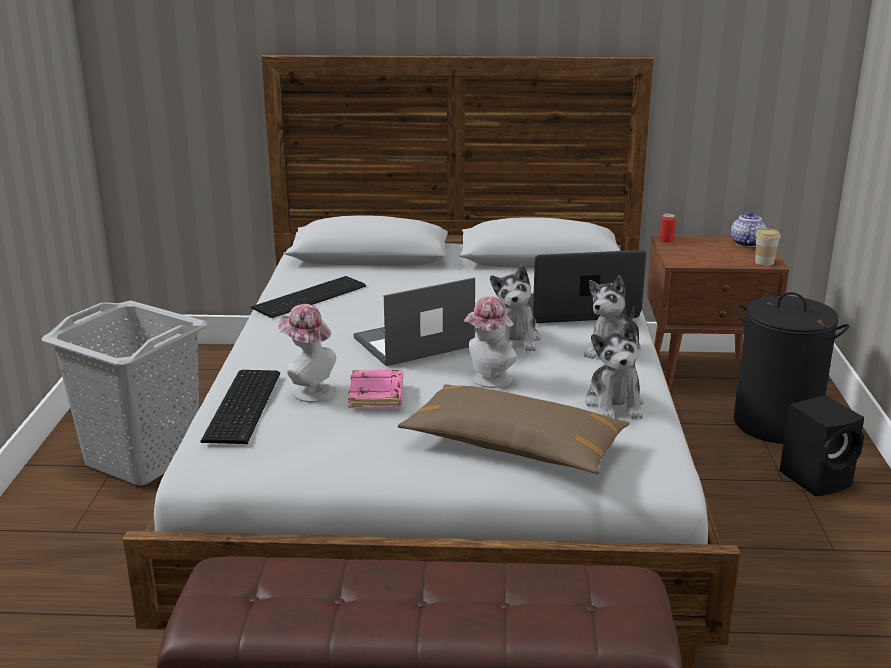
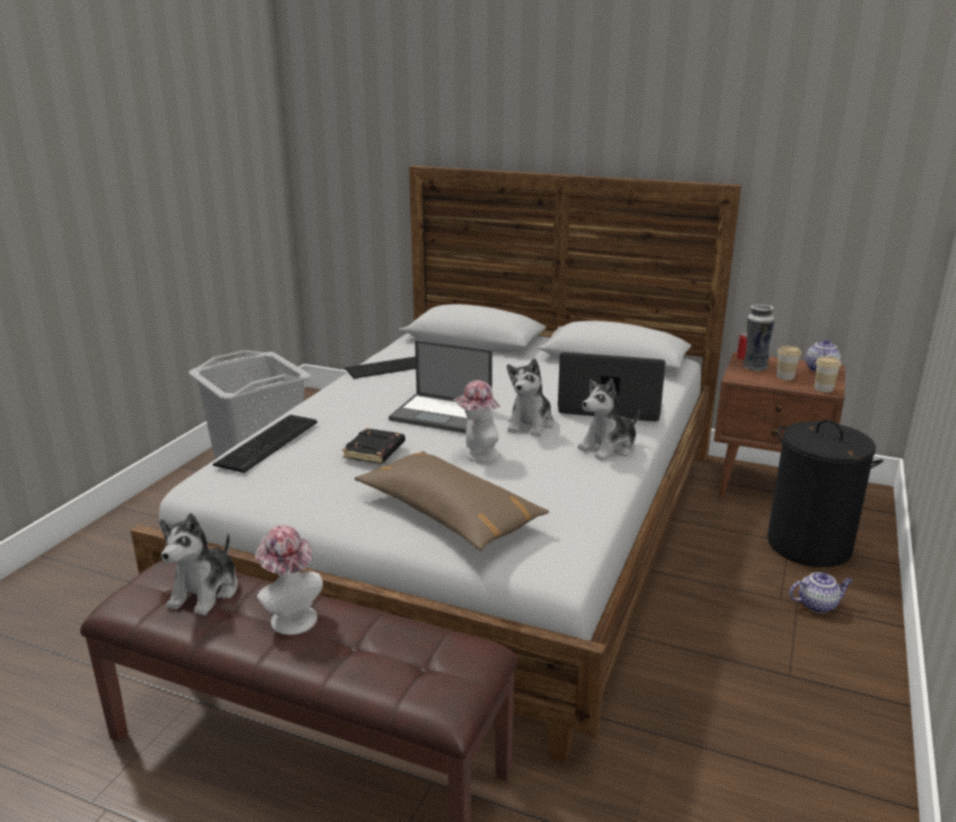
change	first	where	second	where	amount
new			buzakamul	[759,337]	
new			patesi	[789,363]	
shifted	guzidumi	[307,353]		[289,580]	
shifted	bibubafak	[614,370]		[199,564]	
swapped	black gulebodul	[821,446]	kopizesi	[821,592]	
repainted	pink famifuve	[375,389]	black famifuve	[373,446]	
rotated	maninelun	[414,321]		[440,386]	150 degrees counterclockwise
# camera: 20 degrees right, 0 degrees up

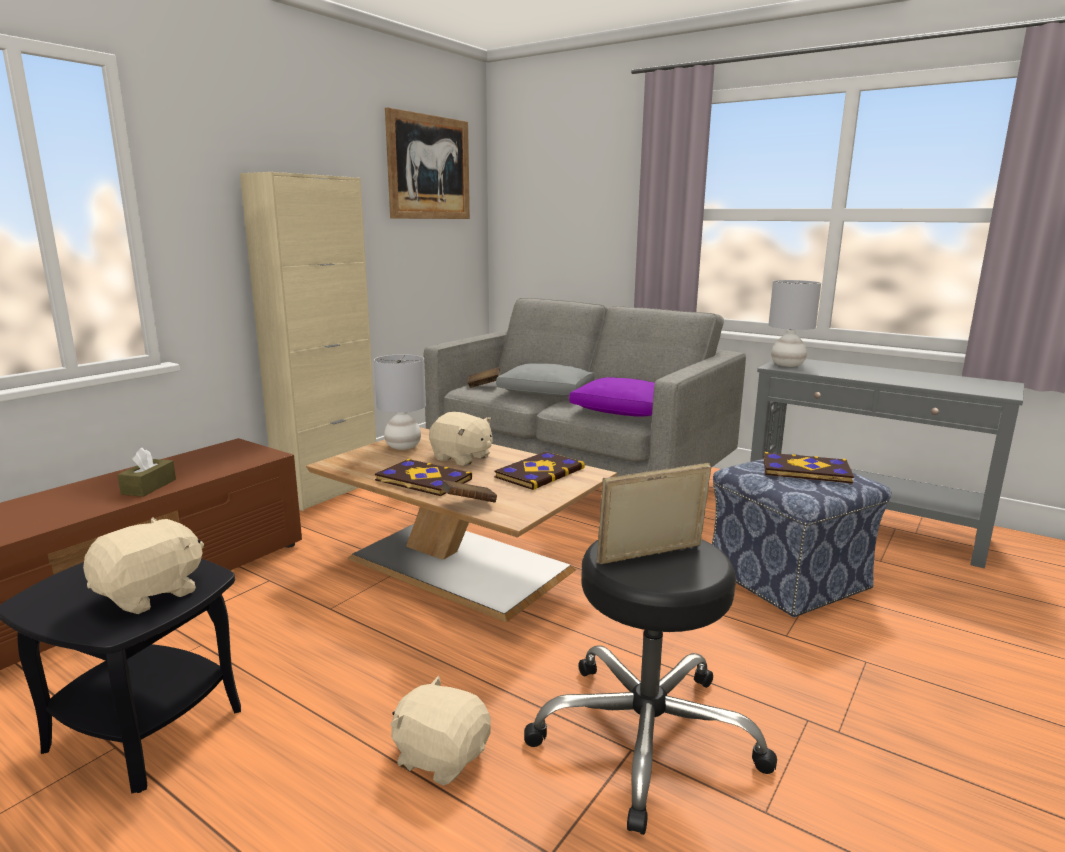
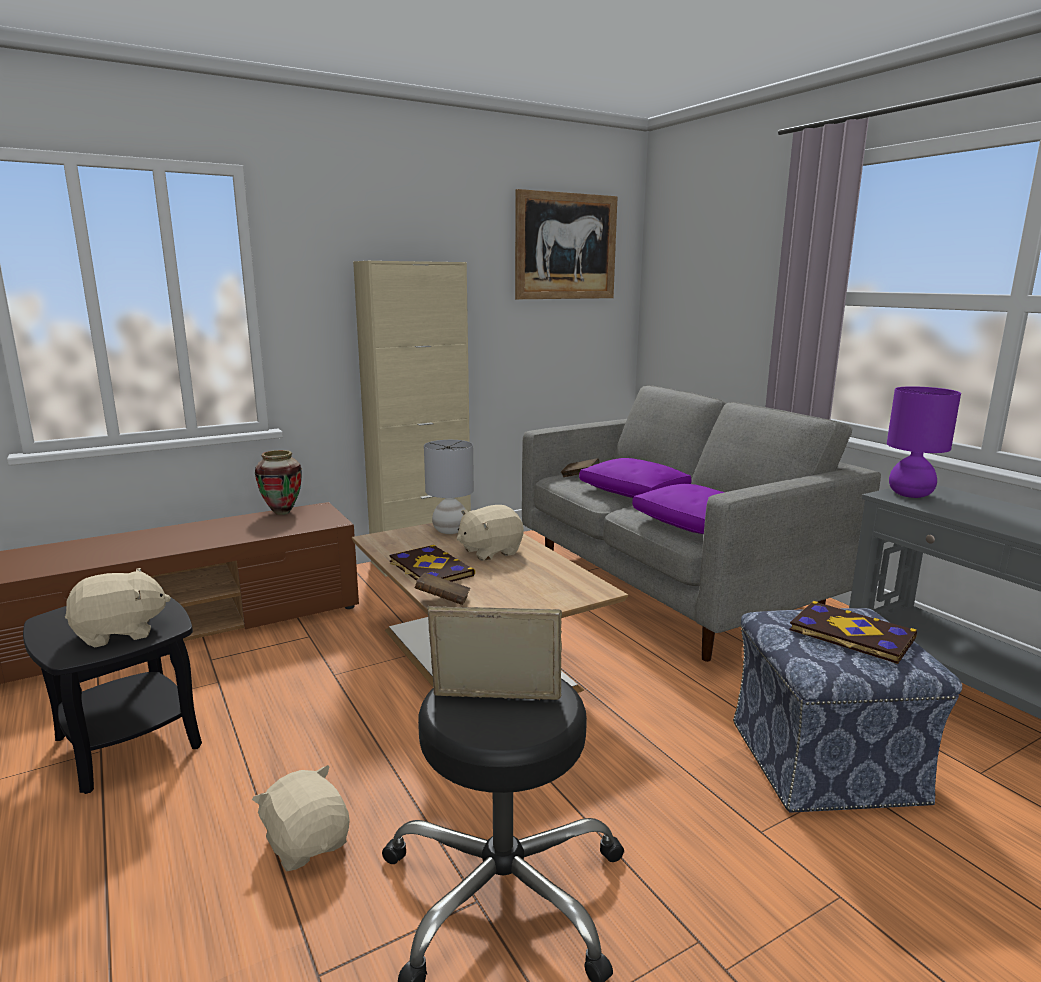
change	first	where	second	where	amount
gone	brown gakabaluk	[147,472]			
gone	famifuve	[540,471]			
new			buzakamul	[278,482]	
repainted	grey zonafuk	[545,380]	purple zonafuk	[635,478]	
repainted	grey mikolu	[794,323]	purple mikolu	[924,442]	
rotated	beige bibubafak	[460,439]		[490,533]	90 degrees clockwise
# camera: 25 degrees right, 0 degrees up

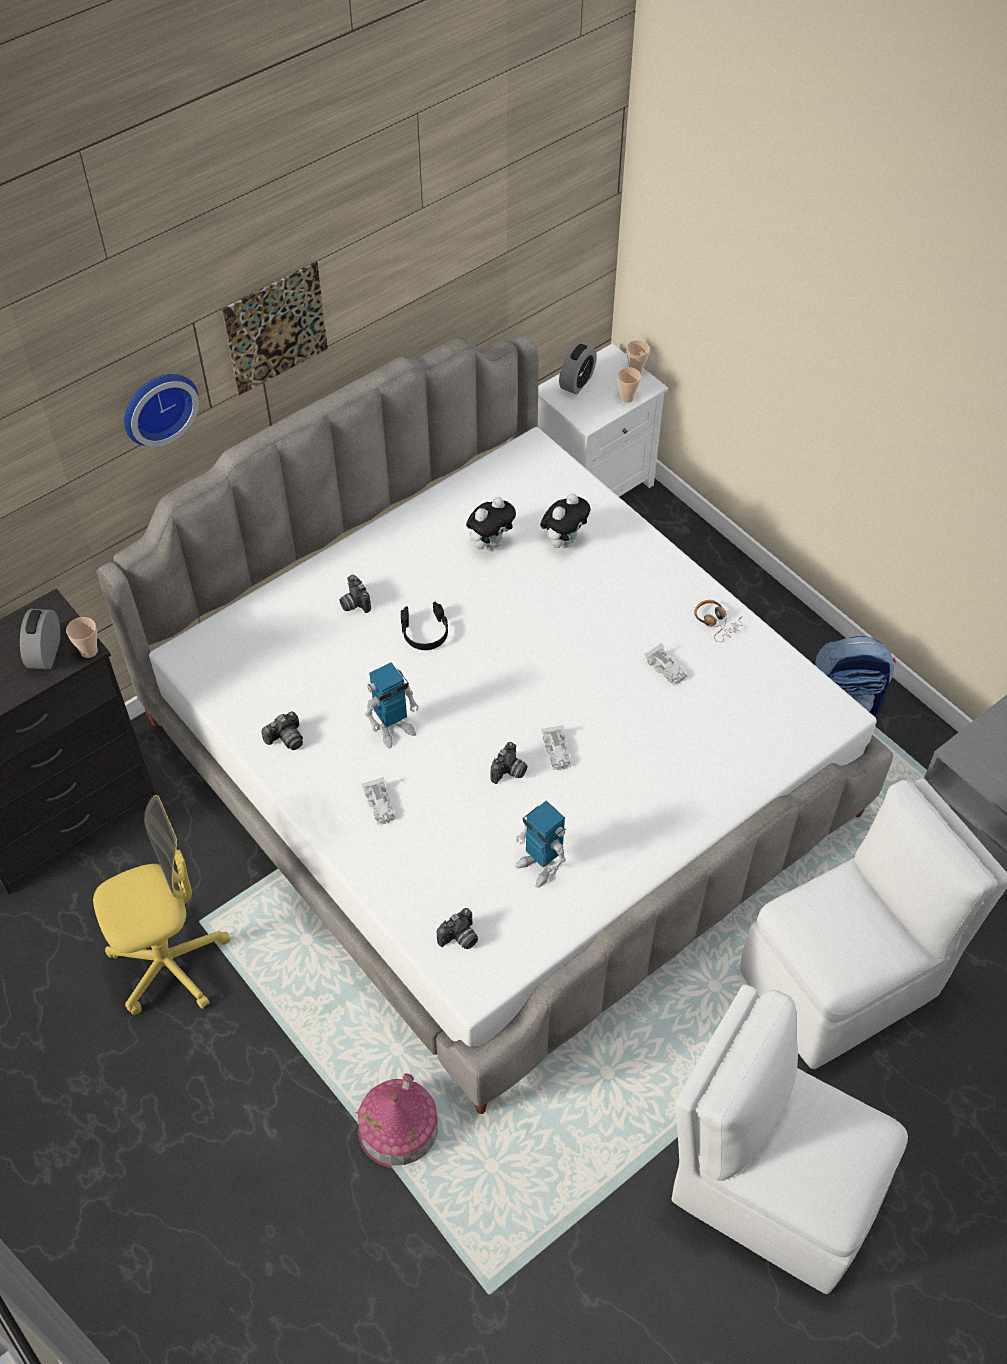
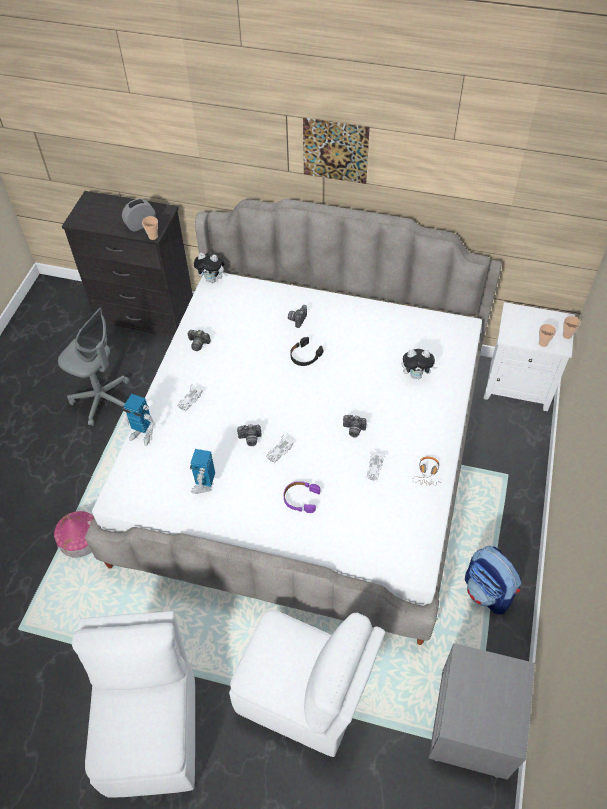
change	first	where	second	where	amount
gone	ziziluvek	[161,410]			
gone	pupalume	[578,369]			
new			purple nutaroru	[302,497]	
shifted	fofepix	[392,705]		[138,420]	
shifted	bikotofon	[457,928]		[355,426]	
shifted	bibubafak	[491,524]		[210,268]	
repainted	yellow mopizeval	[161,905]	grey mopizeval	[94,366]	
# camera: 55 degrees right, 0 degrees up

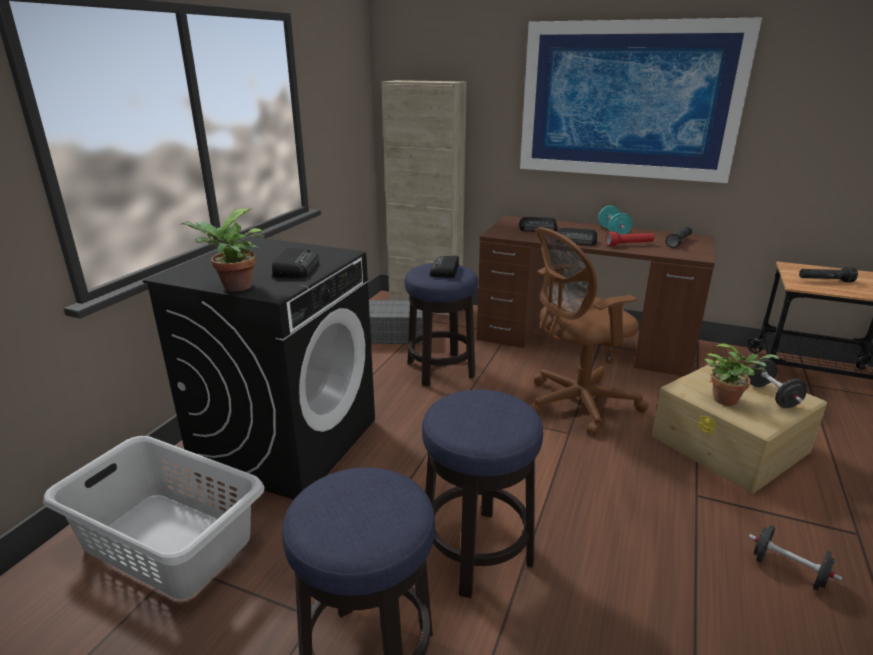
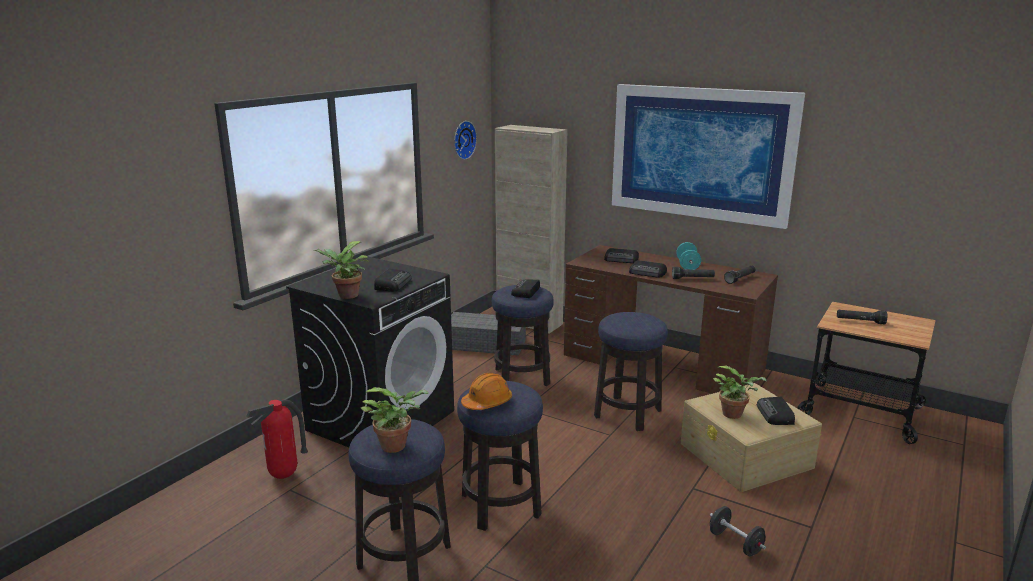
change	first	where	second	where	amount
new			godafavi	[395,420]	
new			ziziluvek	[465,140]	
new			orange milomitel	[486,391]	
swapped	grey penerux	[154,517]	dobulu	[277,439]	
swapped	brown mopizeval	[589,331]	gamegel	[631,371]	
swapped	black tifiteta	[778,383]	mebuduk	[776,411]	
repainted	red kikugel	[630,239]	black kikugel	[693,273]	
# camera: 10 degrees right, 5 degrees down

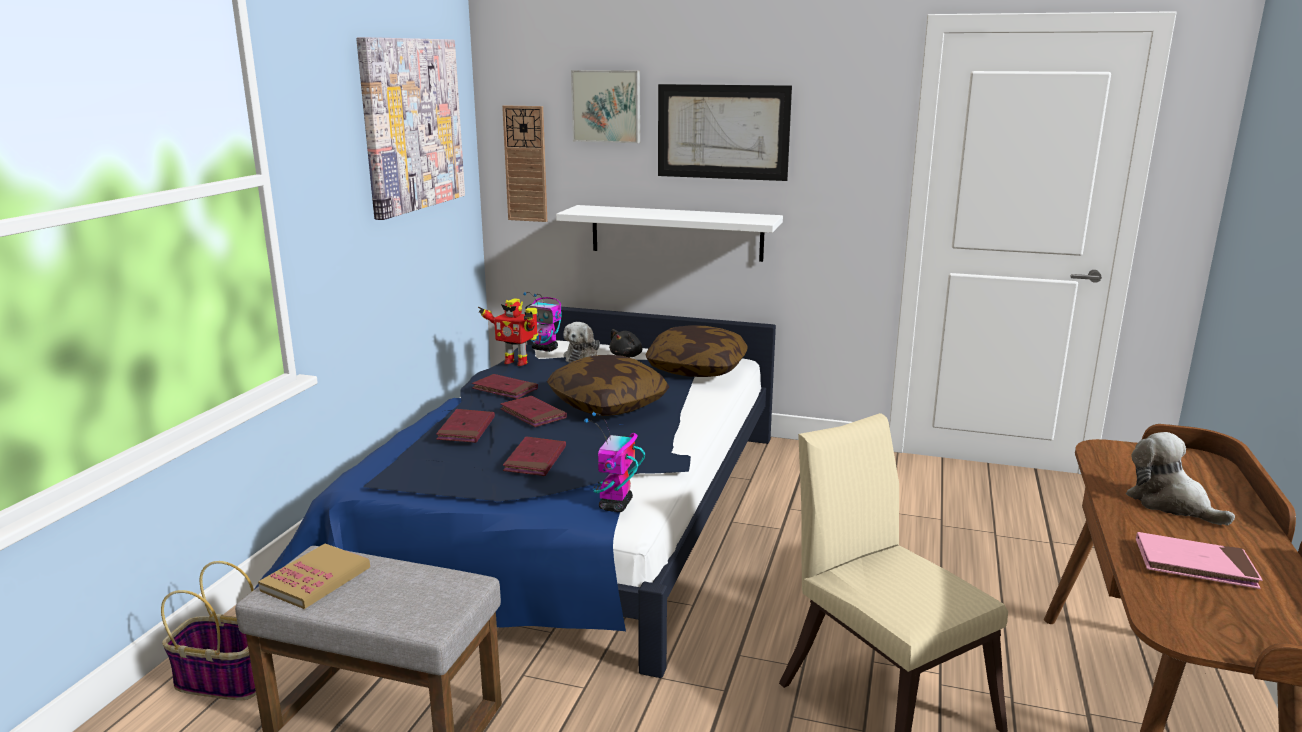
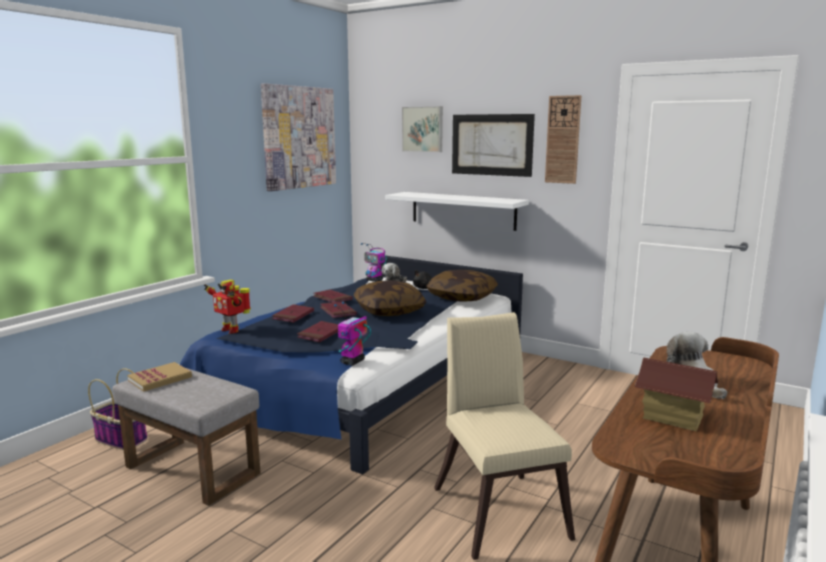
change	first	where	second	where	amount
shifted	fofepix	[508,332]		[227,307]	
shifted	ziziluvek	[524,163]		[563,139]	
swapped	pink famifuve	[1199,560]	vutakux	[676,394]	
# camera: 15 degrees right, 5 degrees down

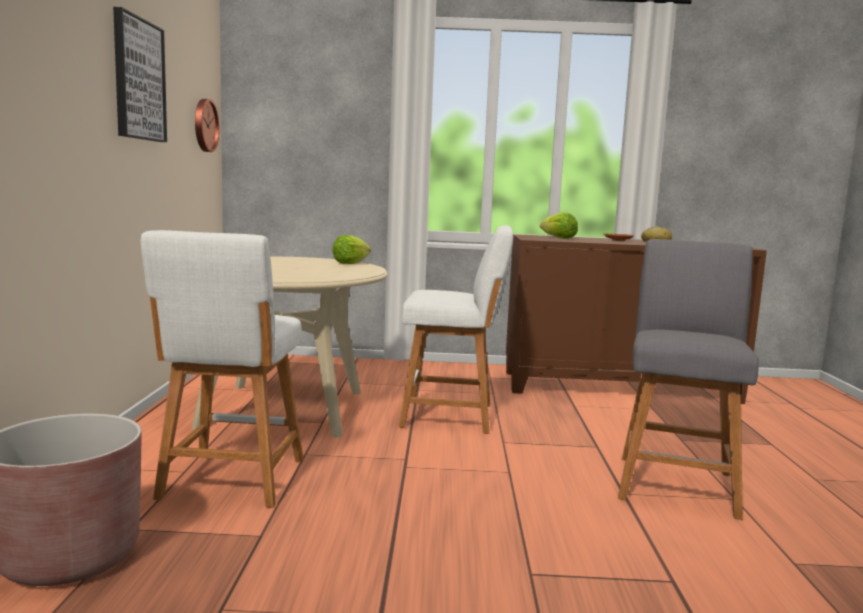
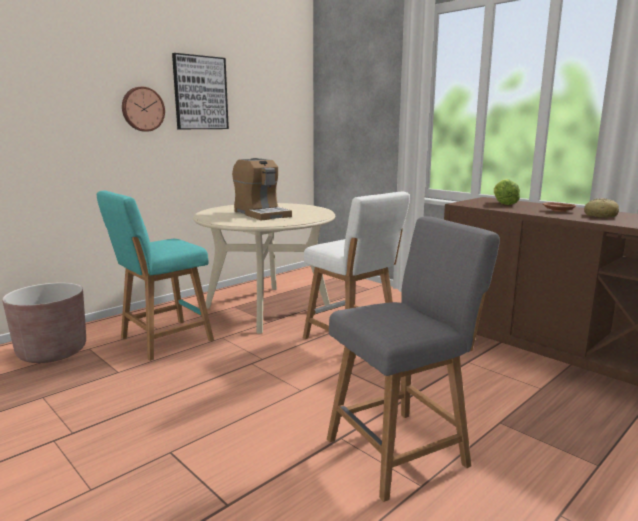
change	first	where	second	where	amount
gone	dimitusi	[351,249]			
new			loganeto	[262,189]	
shifted	ziziluvek	[207,125]		[143,109]	
repainted	white gamegel	[222,369]	turquoise gamegel	[155,276]	
# camera: 45 degrees right, 5 degrees up

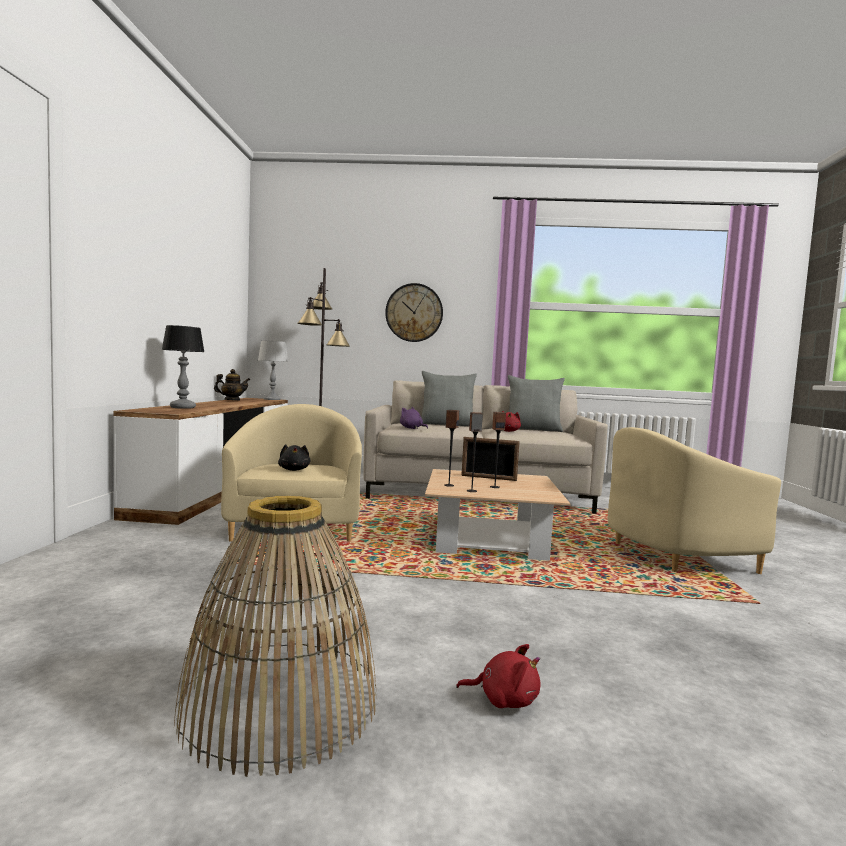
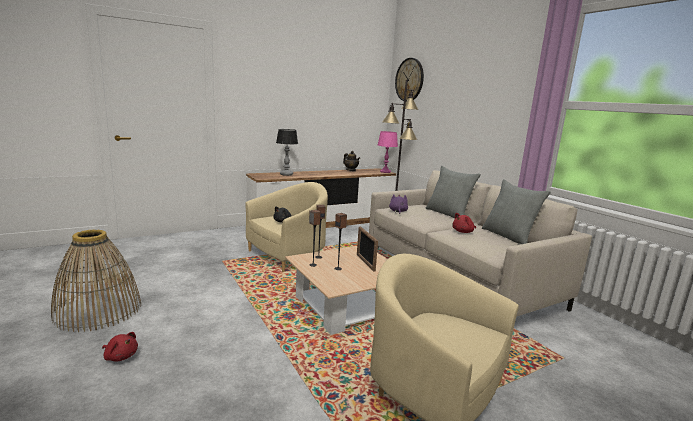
change	first	where	second	where	amount
shifted	ziziluvek	[414,312]		[409,79]	
repainted	grey mikolu	[273,370]	pink mikolu	[388,152]	
rotated	red bibubafak	[498,676]		[120,346]	45 degrees counterclockwise
# camera: 55 degrees right, 10 degrees up

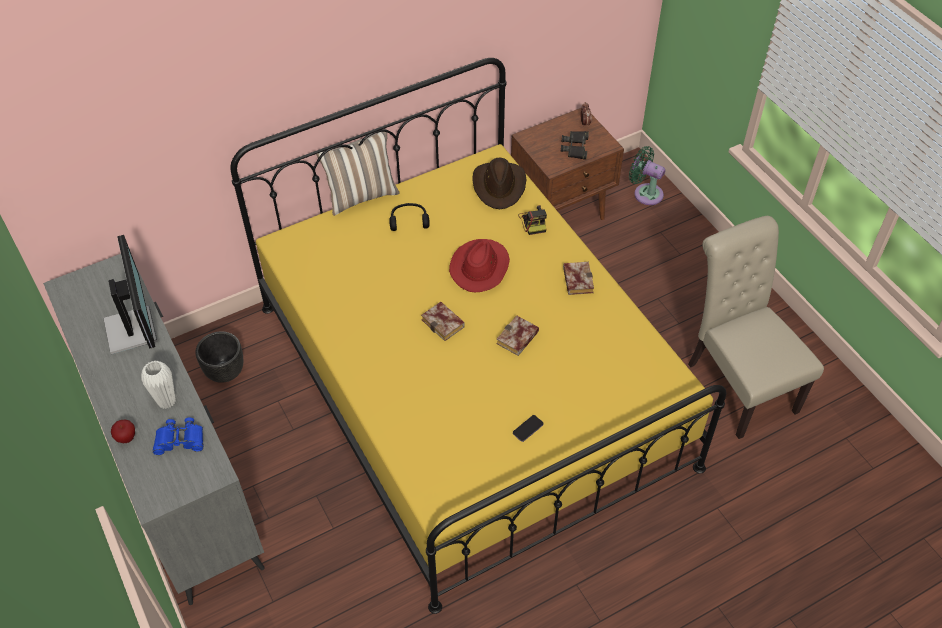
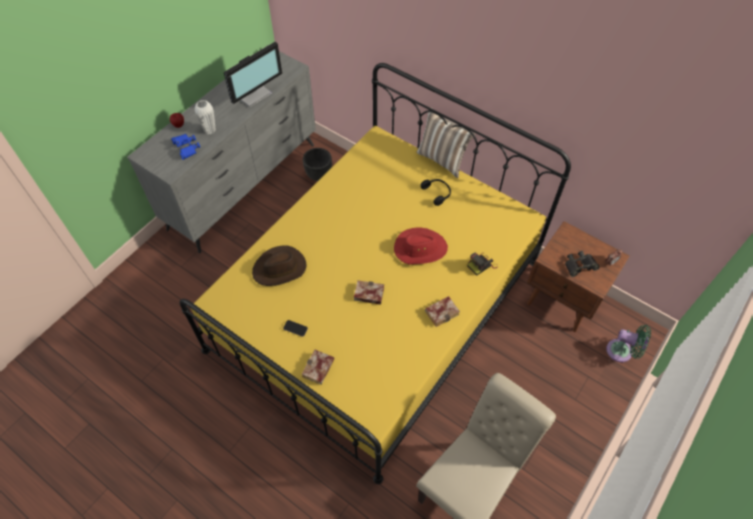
change	first	where	second	where	amount
shifted	famifuve	[443,321]		[318,367]	
shifted	brown guzidumi	[499,183]		[279,265]	
rotated	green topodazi	[647,175]		[628,343]	105 degrees clockwise
# camera: 65 degrees right, 5 degrees up

